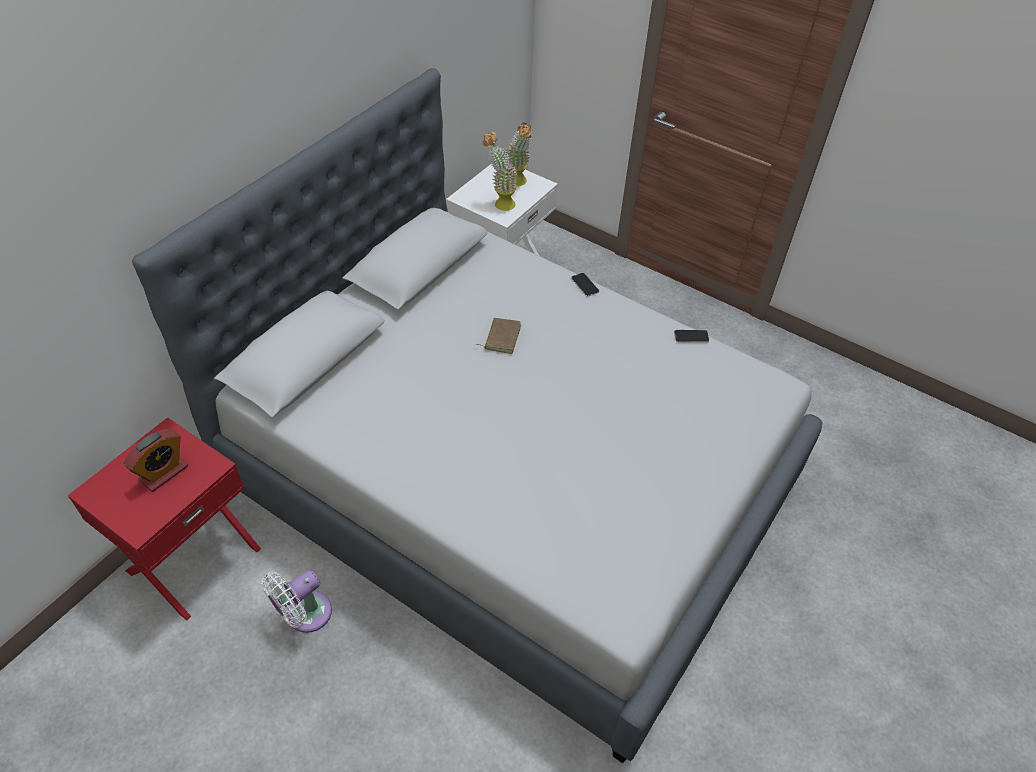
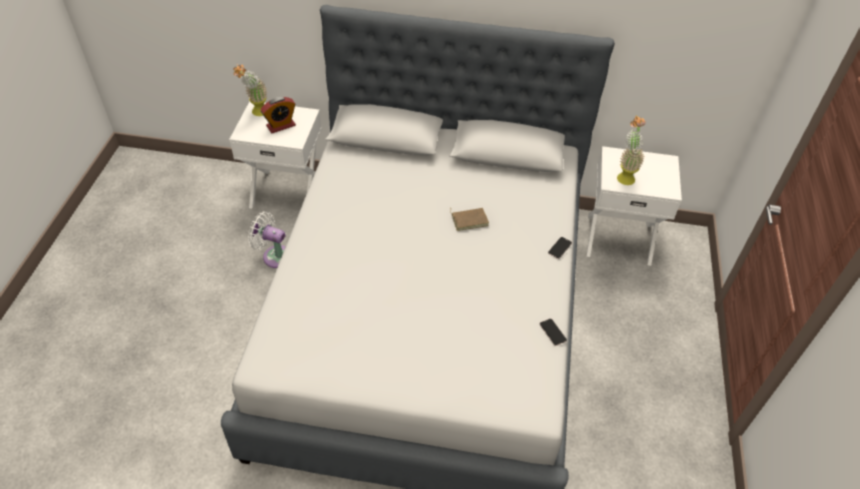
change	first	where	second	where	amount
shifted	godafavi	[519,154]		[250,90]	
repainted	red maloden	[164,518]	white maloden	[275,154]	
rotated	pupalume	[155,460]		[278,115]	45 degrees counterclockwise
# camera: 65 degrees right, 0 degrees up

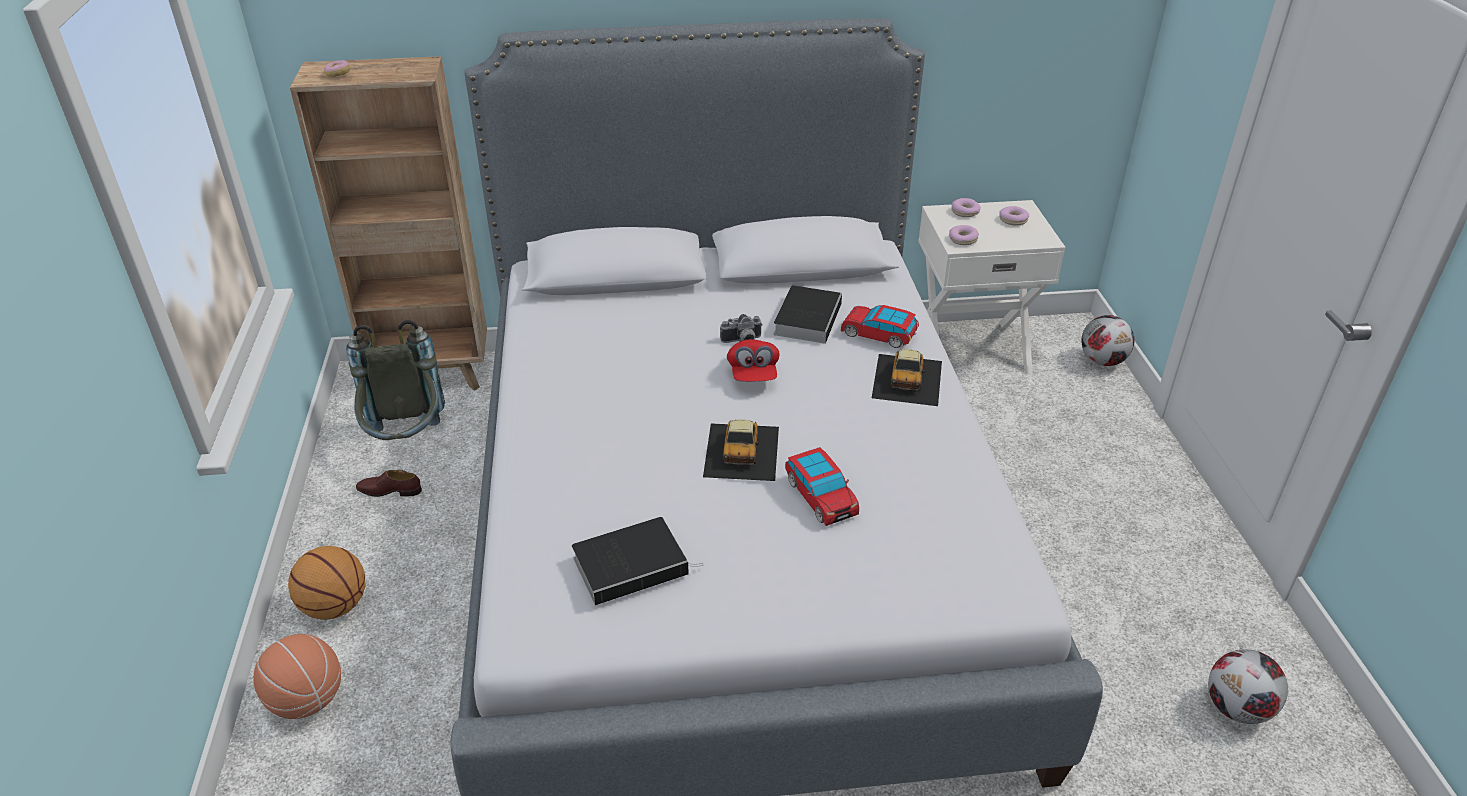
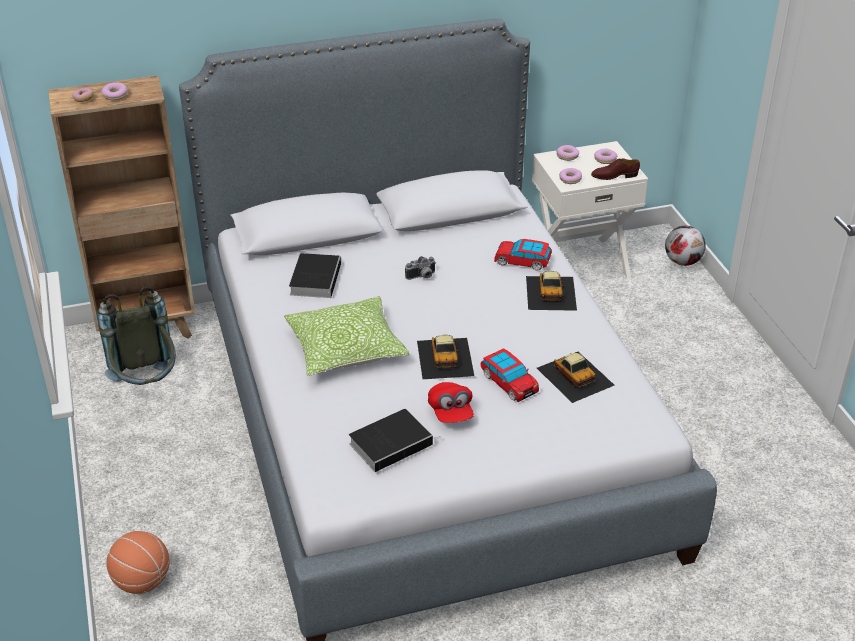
change	first	where	second	where	amount
gone	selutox	[326,583]			
gone	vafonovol	[1248,686]			
new			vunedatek	[114,91]	
new			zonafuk	[346,336]	
new			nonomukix	[576,377]	
shifted	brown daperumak	[389,483]		[615,169]	
shifted	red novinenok	[753,360]		[451,402]	
shifted	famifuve	[808,314]		[315,275]	
# camera: 10 degrees left, 0 degrees up

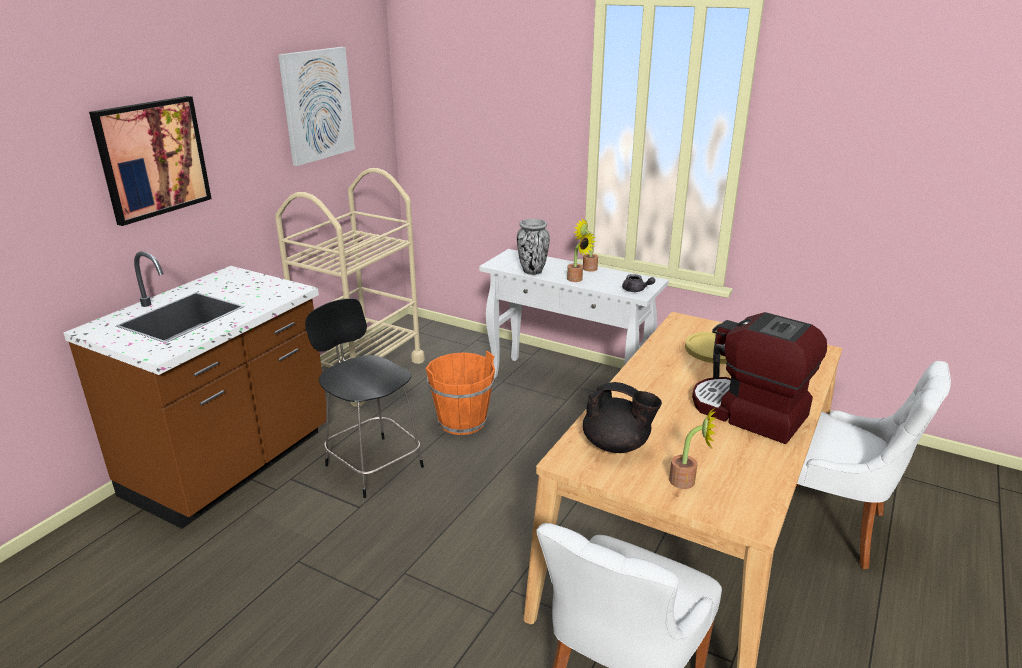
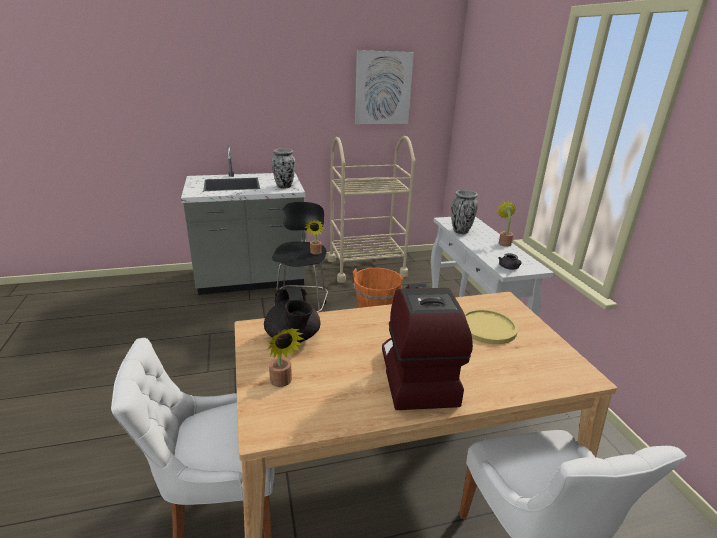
change	first	where	second	where	amount
gone	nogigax	[150,161]			
new			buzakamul	[283,168]	
shifted	godafavi	[581,257]		[314,236]	
repainted	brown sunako	[194,390]	grey sunako	[243,220]	
# camera: 45 degrees right, 0 degrees up

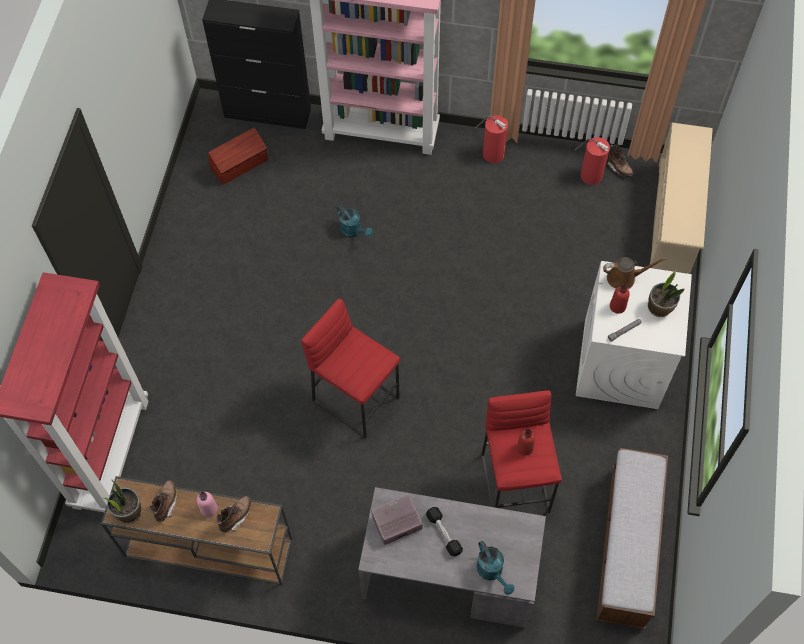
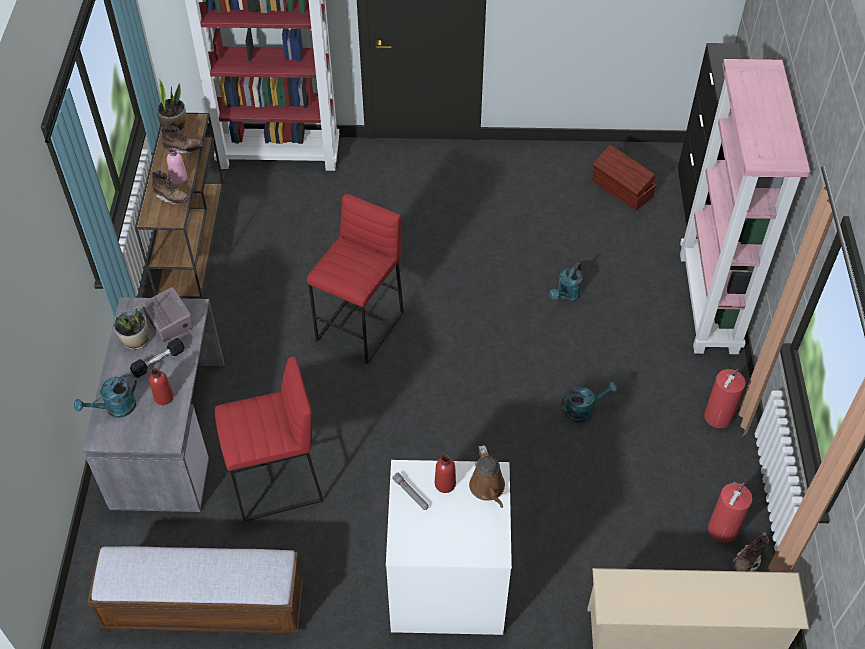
change	first	where	second	where	amount
new			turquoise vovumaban	[589,402]	
shifted	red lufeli	[526,442]		[161,386]	
shifted	godafavi	[666,293]		[131,328]	
# camera: 80 degrees right, 10 degrees down

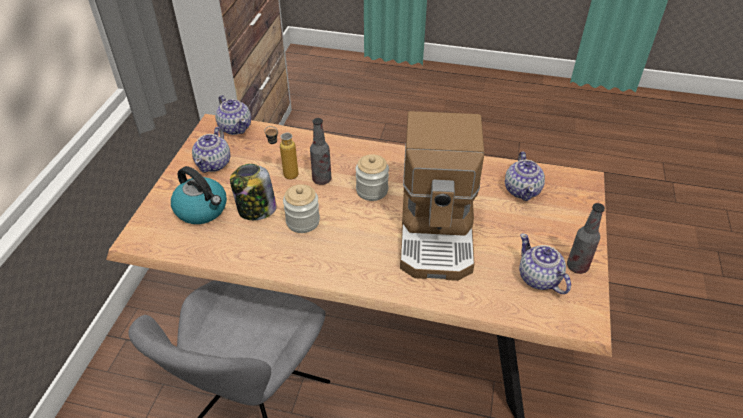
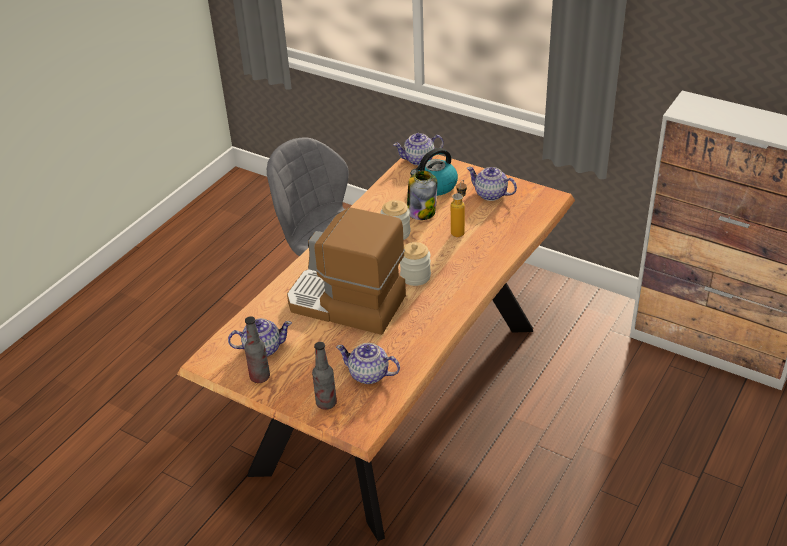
change	first	where	second	where	amount
shifted	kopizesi	[233,115]		[418,149]	
shifted	lufeli	[320,151]		[324,376]	
# camera: 110 degrees right, 5 degrees down

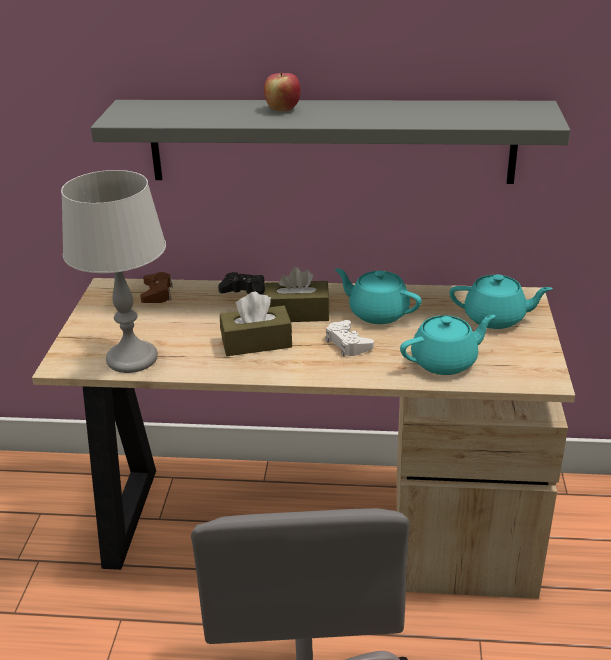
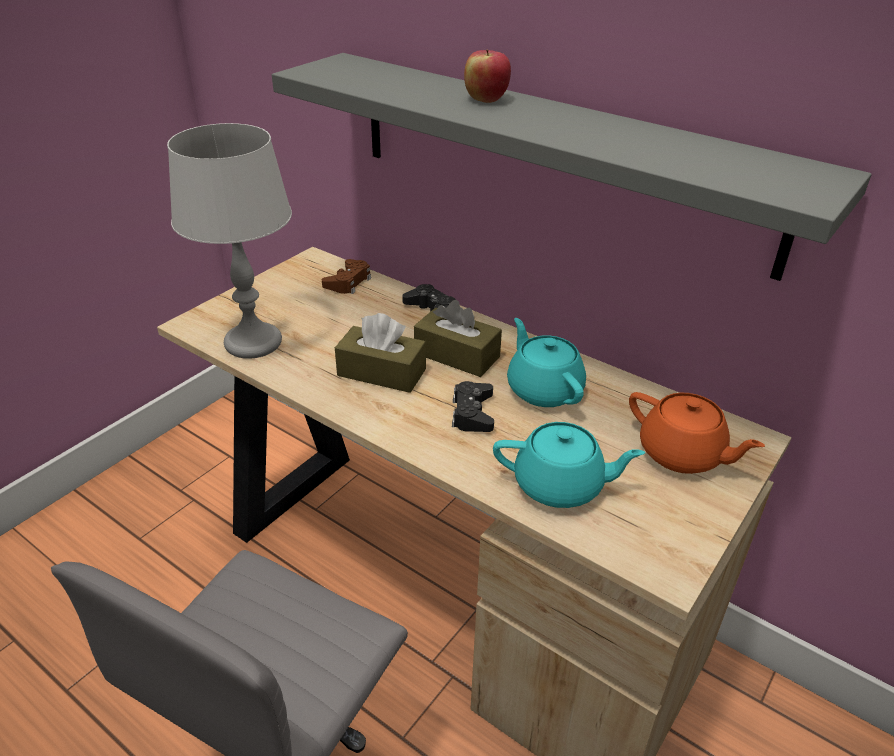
change	first	where	second	where	amount
repainted	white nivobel	[349,338]	black nivobel	[473,406]	
repainted	turquoise kopizesi	[501,301]	orange kopizesi	[697,433]	
# camera: 30 degrees right, 5 degrees up

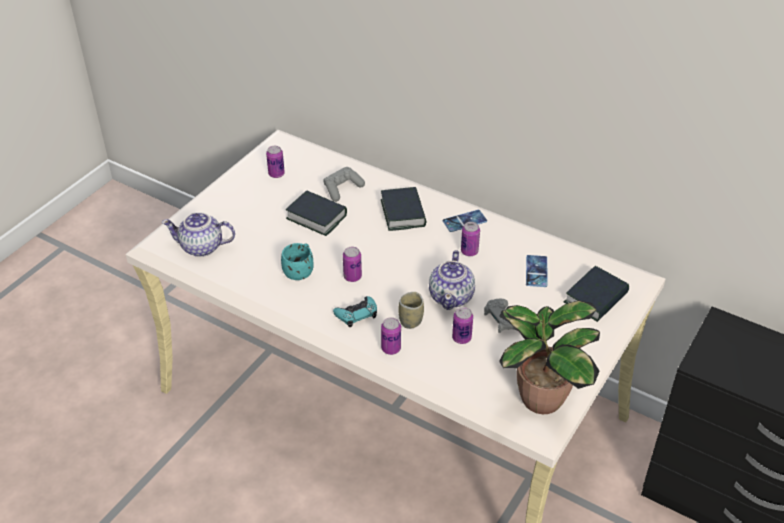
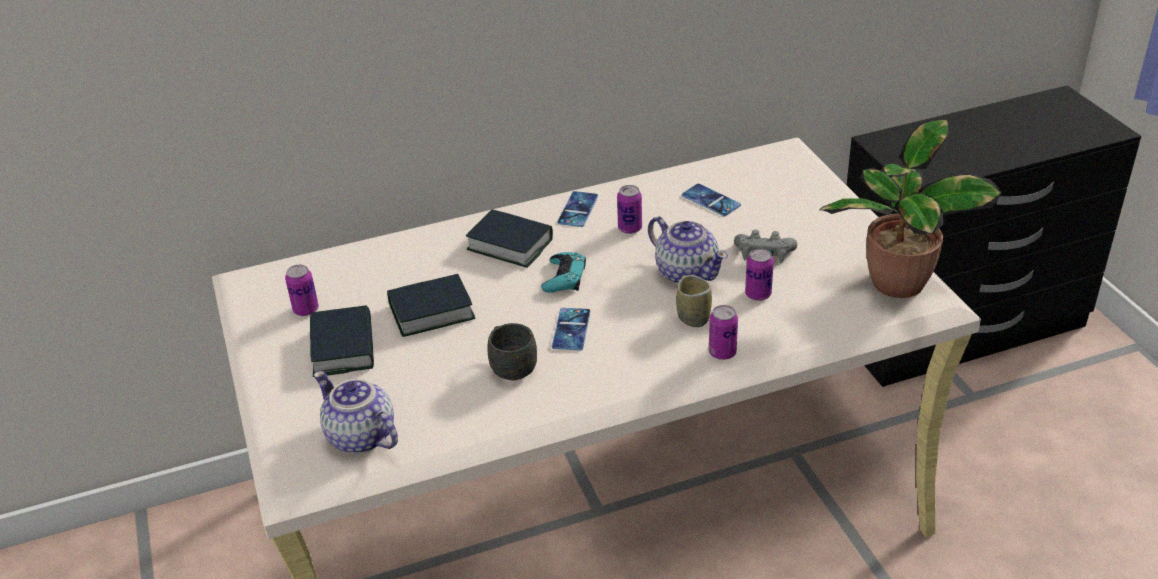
change	first	where	second	where	amount
gone	grey nivobel	[344,184]			
shifted	turquoise nivobel	[355,311]		[563,272]	
shifted	famifuve	[596,294]		[342,341]	
swapped	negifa	[352,264]	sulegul	[571,329]	
repainted	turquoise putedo	[297,261]	grey putedo	[512,351]	
rotated	kopizesi	[198,234]		[356,412]	90 degrees clockwise
# camera: 50 degrees left, 5 degrees down

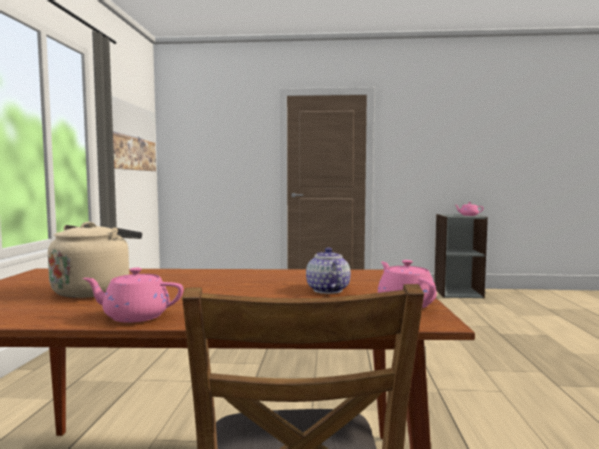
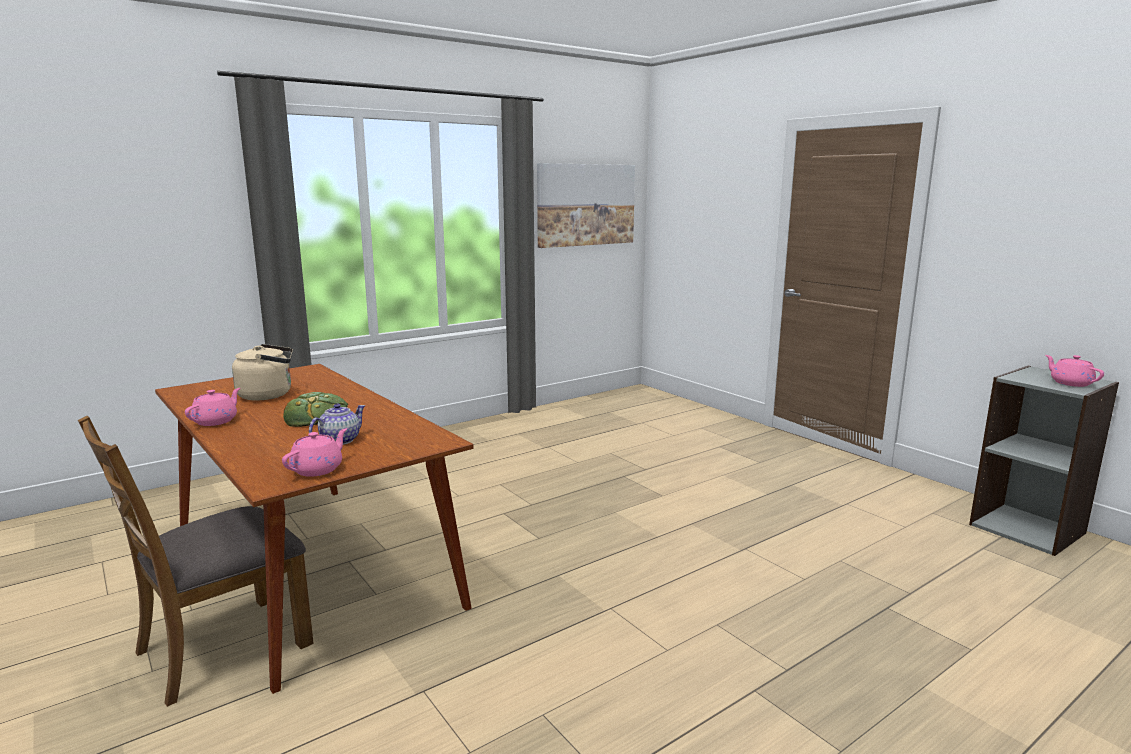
change	first	where	second	where	amount
new			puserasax	[315,409]	
rotated	pink kopizesi	[133,295]		[212,407]	60 degrees clockwise
# camera: 50 degrees right, 10 degrees up

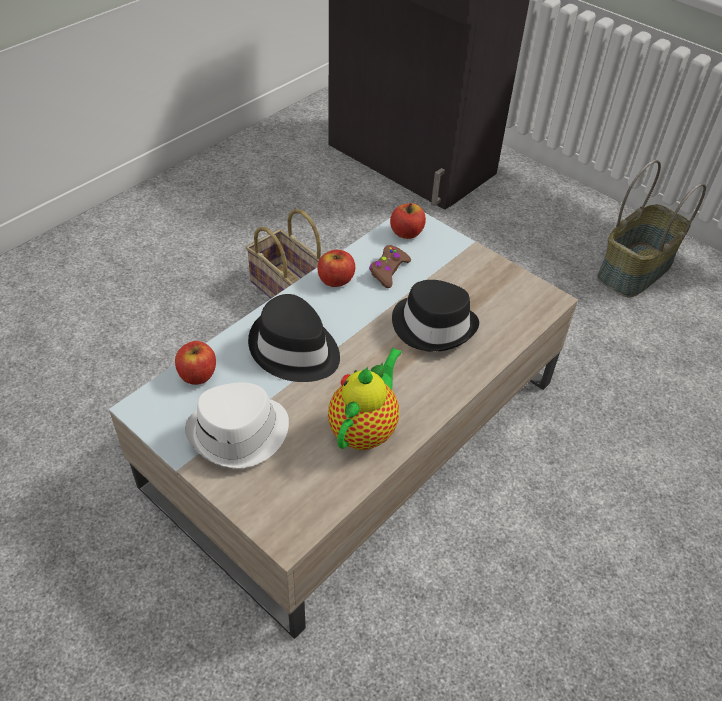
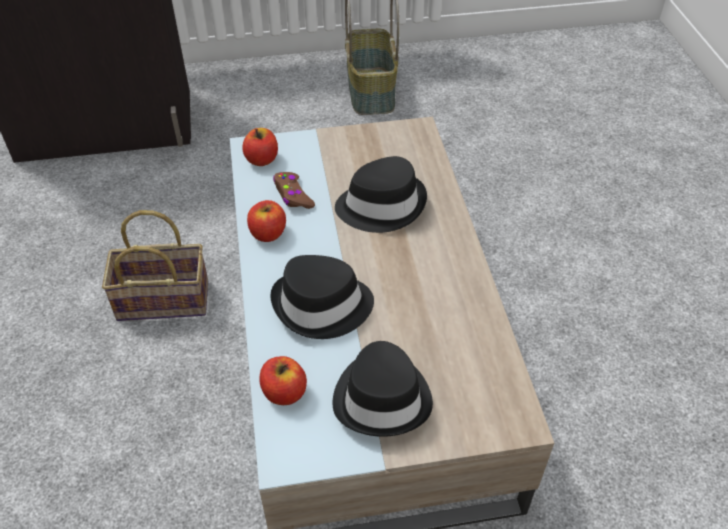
change	first	where	second	where	amount
gone	kopizesi	[365,399]			
repainted	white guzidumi	[237,425]	black guzidumi	[382,389]	
# camera: 50 degrees left, 0 degrees up

